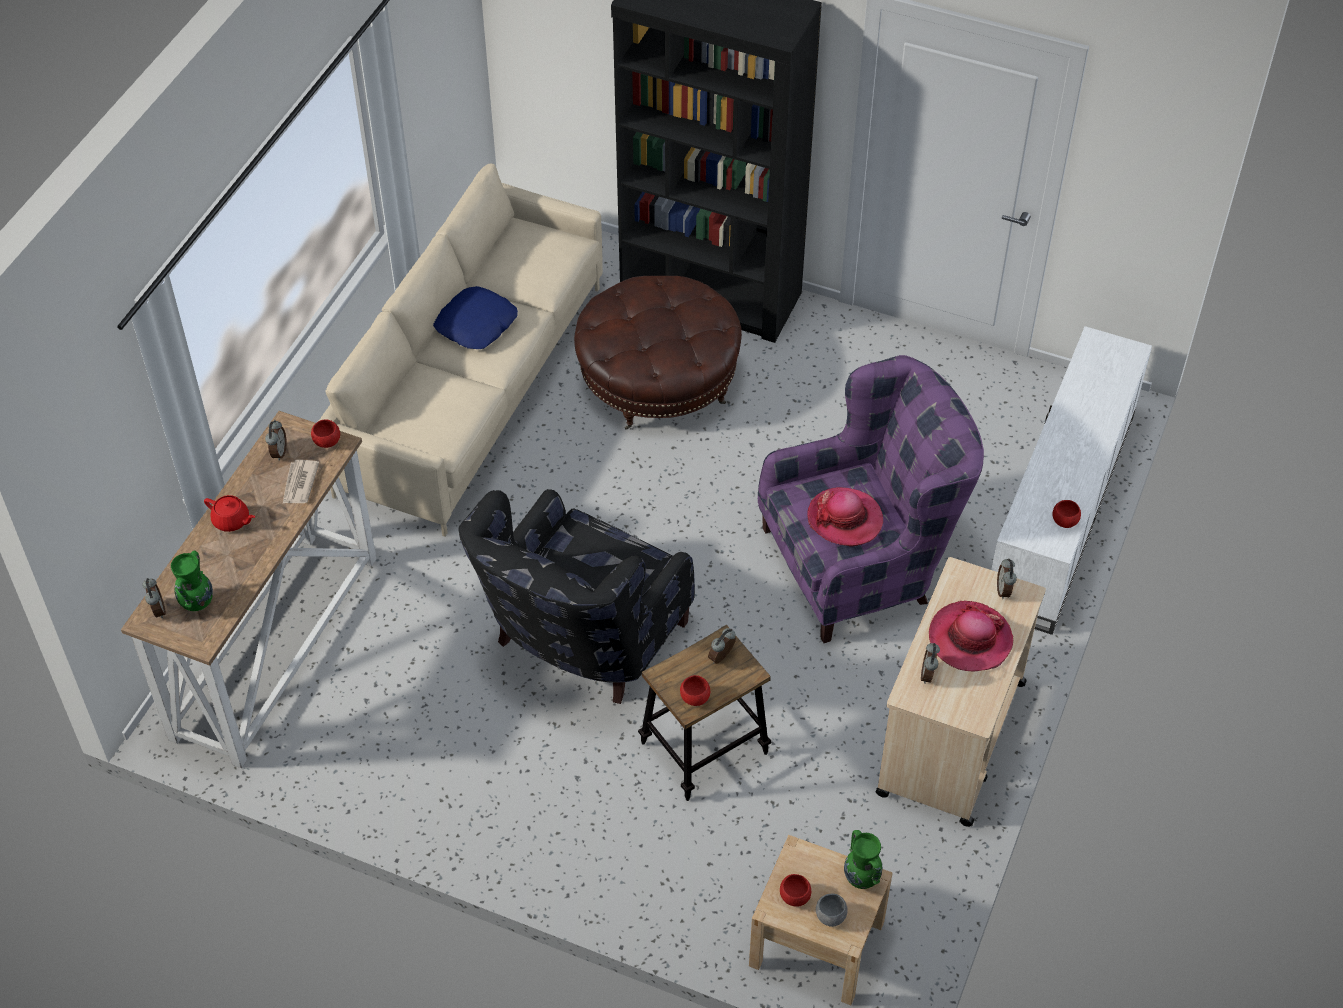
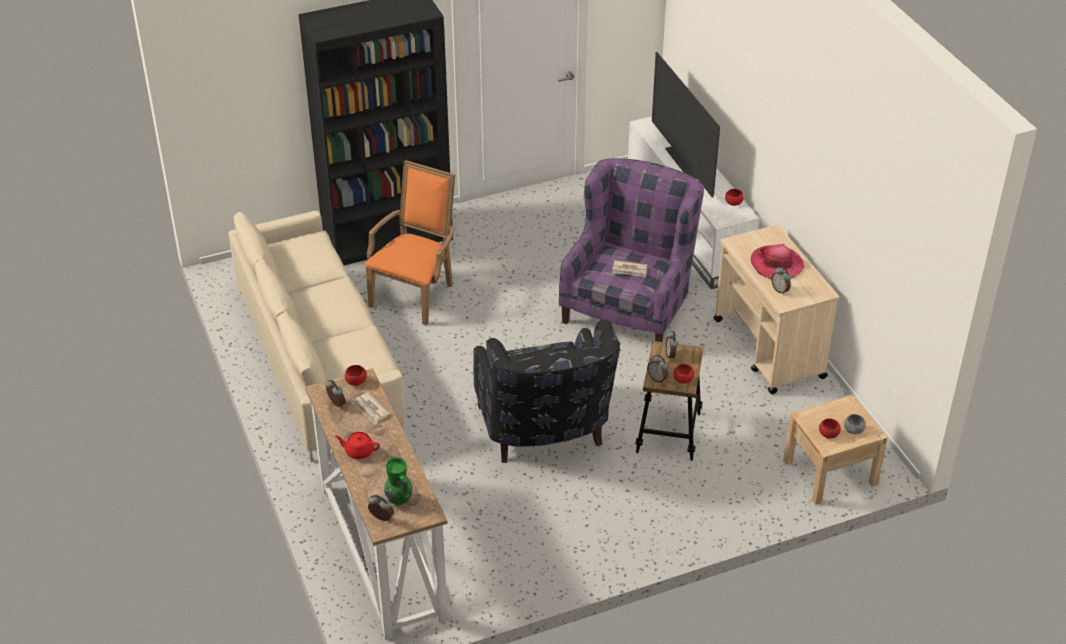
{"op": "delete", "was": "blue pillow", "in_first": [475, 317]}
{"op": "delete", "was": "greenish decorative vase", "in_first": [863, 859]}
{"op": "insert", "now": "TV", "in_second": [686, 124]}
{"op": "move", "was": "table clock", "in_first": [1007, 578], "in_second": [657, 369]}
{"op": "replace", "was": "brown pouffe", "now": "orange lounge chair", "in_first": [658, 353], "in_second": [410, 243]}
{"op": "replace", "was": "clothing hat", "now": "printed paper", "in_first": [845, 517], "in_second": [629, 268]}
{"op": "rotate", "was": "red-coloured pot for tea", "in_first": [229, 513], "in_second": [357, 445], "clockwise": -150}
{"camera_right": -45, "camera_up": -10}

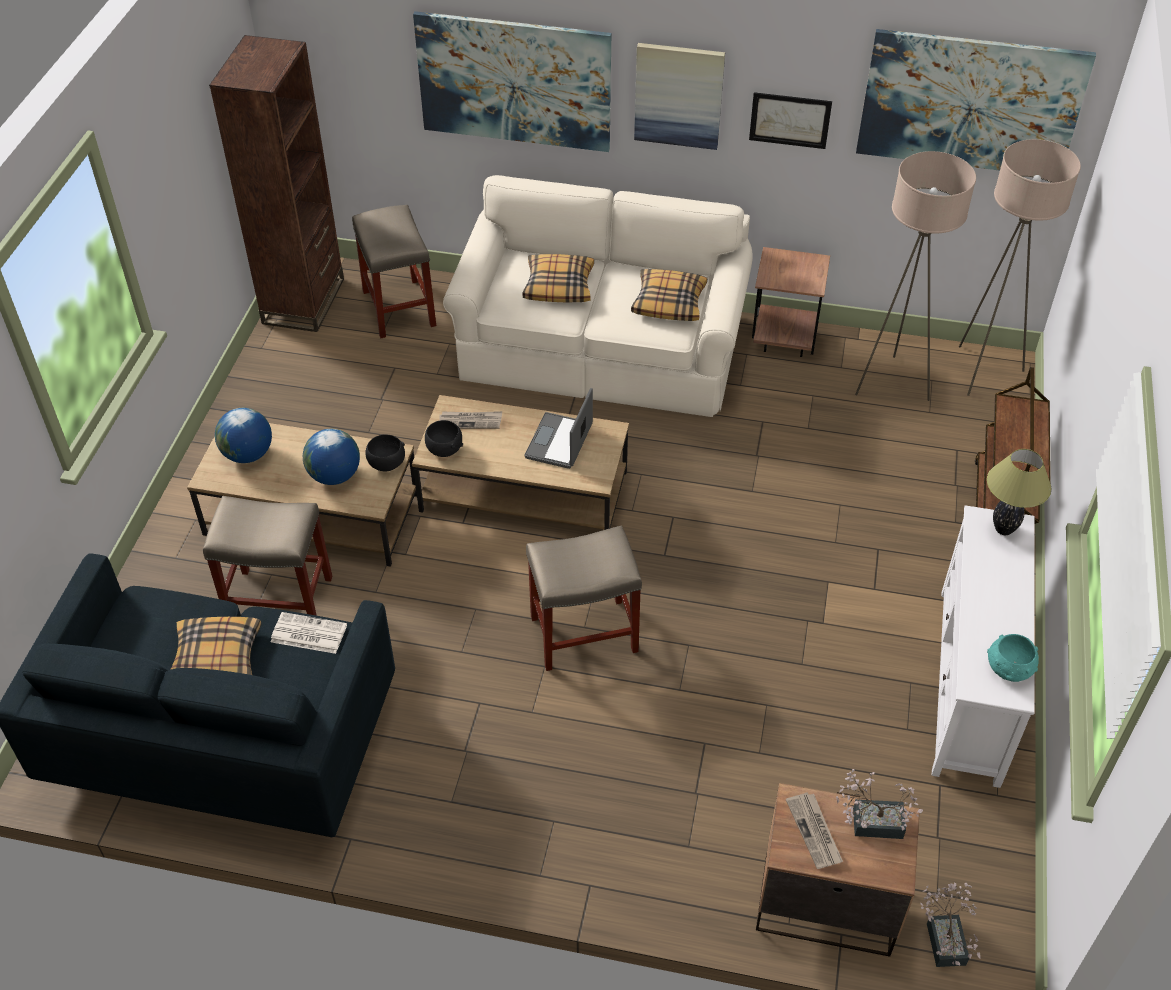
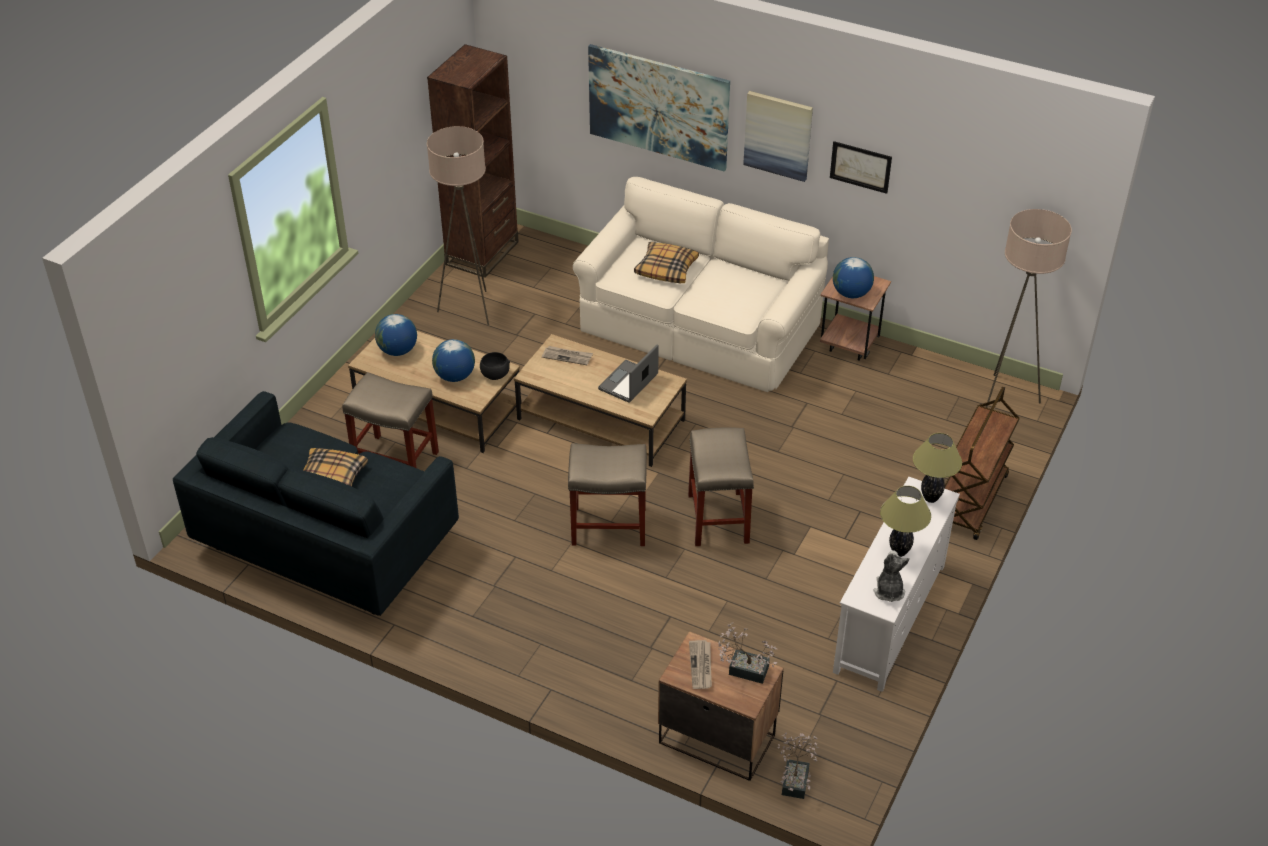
{"op": "delete", "was": "printed paper", "in_first": [309, 633]}
{"op": "delete", "was": "black serving bowl", "in_first": [444, 438]}
{"op": "delete", "was": "pillow", "in_first": [669, 295]}
{"op": "delete", "was": "wall picture", "in_first": [976, 99]}
{"op": "insert", "now": "globe", "in_second": [853, 277]}
{"op": "insert", "now": "tabletop lamp", "in_second": [905, 521]}
{"op": "move", "was": "beige-coloured stool", "in_first": [394, 271], "in_second": [721, 486]}
{"op": "move", "was": "beige-coloured floor lamp", "in_first": [915, 276], "in_second": [458, 225]}
{"op": "replace", "was": "turquoise serving bowl", "now": "cuddly toy", "in_first": [1013, 658], "in_second": [891, 576]}
{"camera_right": 15, "camera_up": -5}

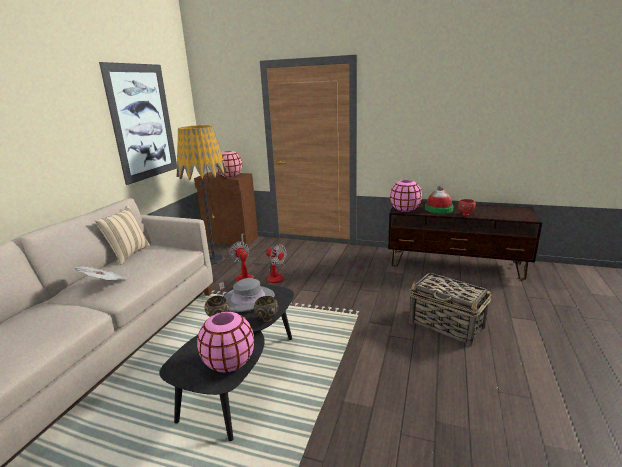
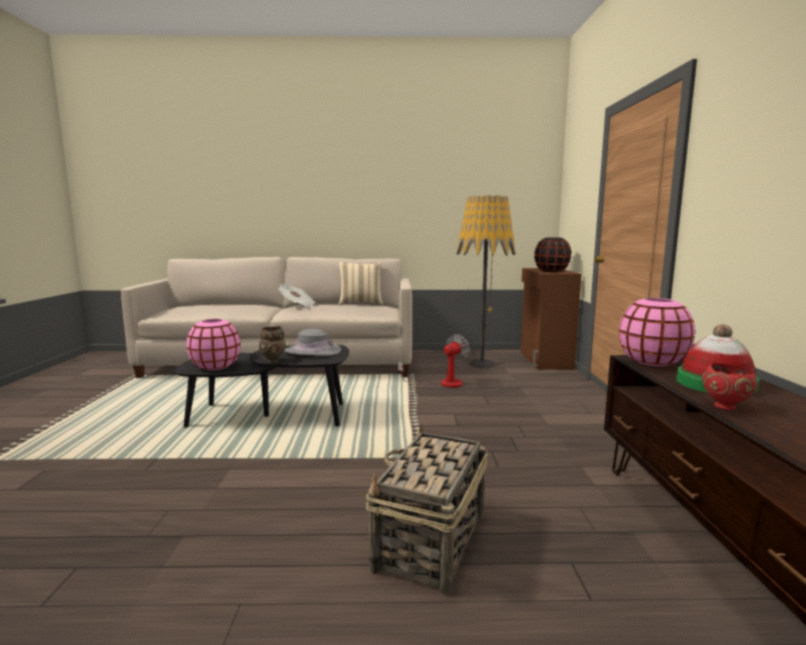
{"op": "delete", "was": "wall picture", "in_first": [138, 123]}
{"op": "delete", "was": "cooling fan", "in_first": [276, 264]}
{"op": "recolor", "was": "pink decorative vase", "now": "black decorative vase", "in_first": [229, 164], "in_second": [552, 254]}
{"camera_right": 70, "camera_up": -10}

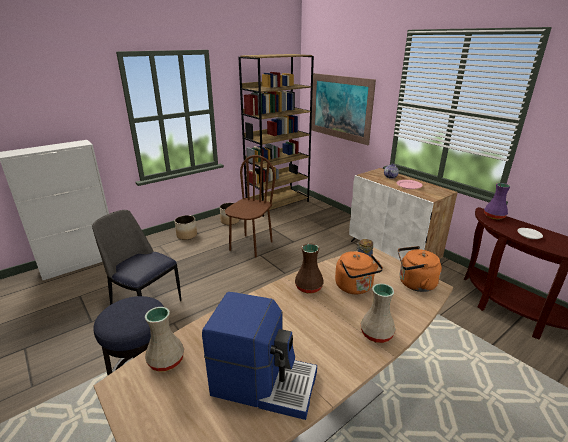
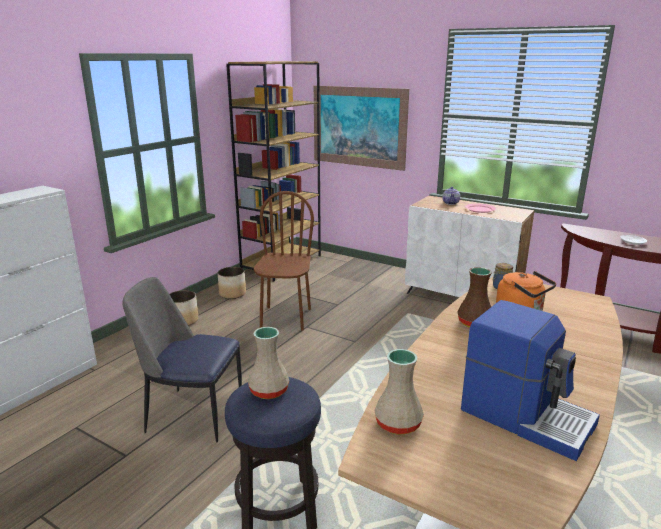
{"op": "delete", "was": "orange kettle", "in_first": [420, 269]}
{"op": "delete", "was": "purple-coloured decorative vase", "in_first": [497, 201]}
{"op": "move", "was": "beige-coloured decorative vase", "in_first": [378, 313], "in_second": [269, 363]}
{"op": "rotate", "was": "coffee maker", "in_first": [259, 356], "in_second": [530, 380], "clockwise": 45}
{"camera_right": -20, "camera_up": -5}

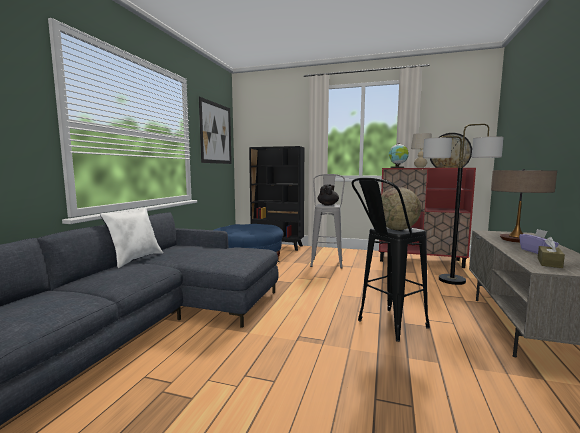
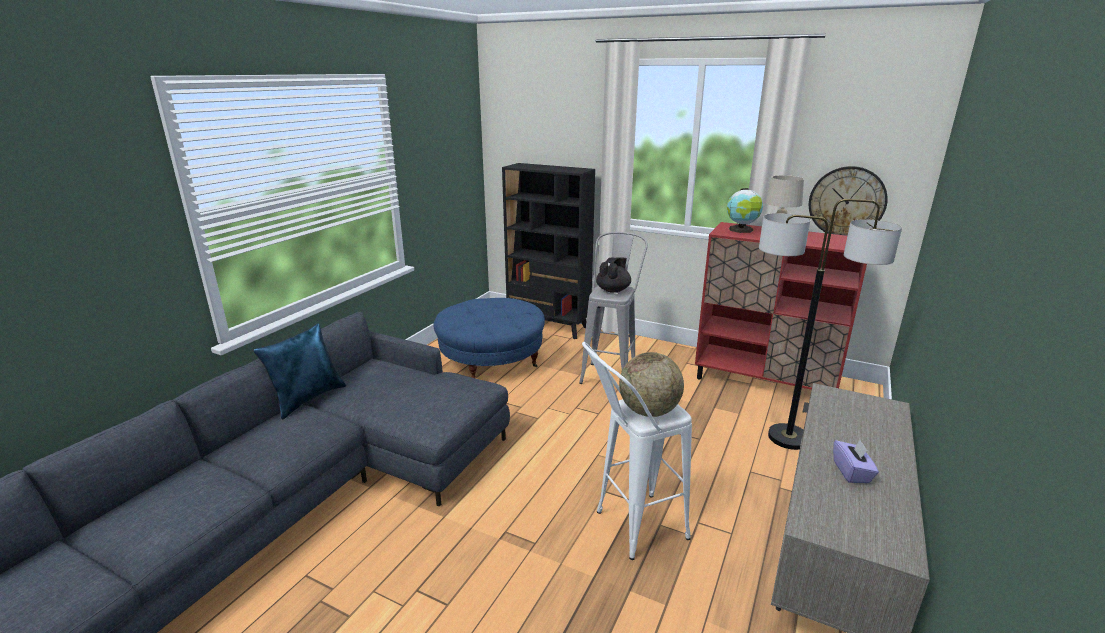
{"op": "delete", "was": "wall picture", "in_first": [215, 130]}
{"op": "delete", "was": "tabletop lamp", "in_first": [524, 206]}
{"op": "delete", "was": "brown tissue box", "in_first": [551, 252]}
{"op": "recolor", "was": "whitish pillow", "now": "blue pillow", "in_first": [131, 237], "in_second": [299, 371]}
{"op": "recolor", "was": "black stool", "now": "whitish stool", "in_first": [390, 260], "in_second": [637, 451]}
{"camera_right": 10, "camera_up": 15}

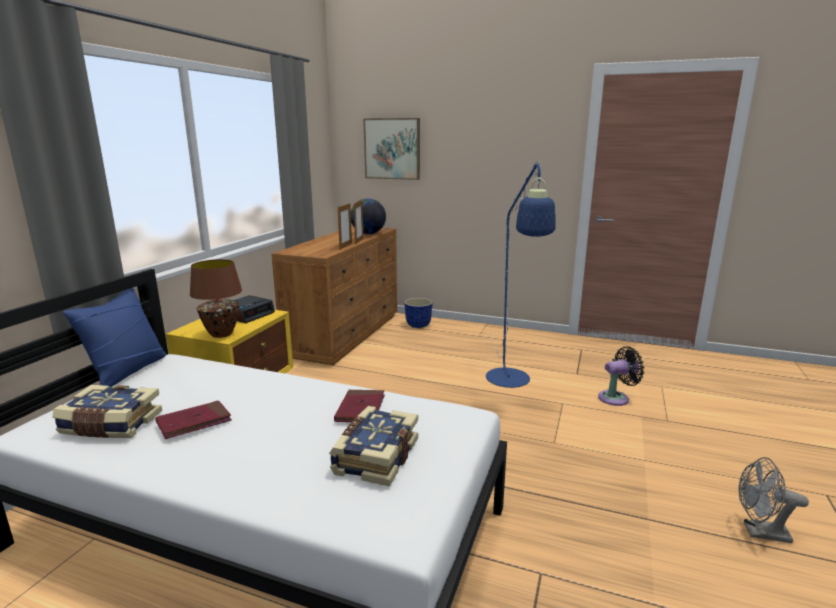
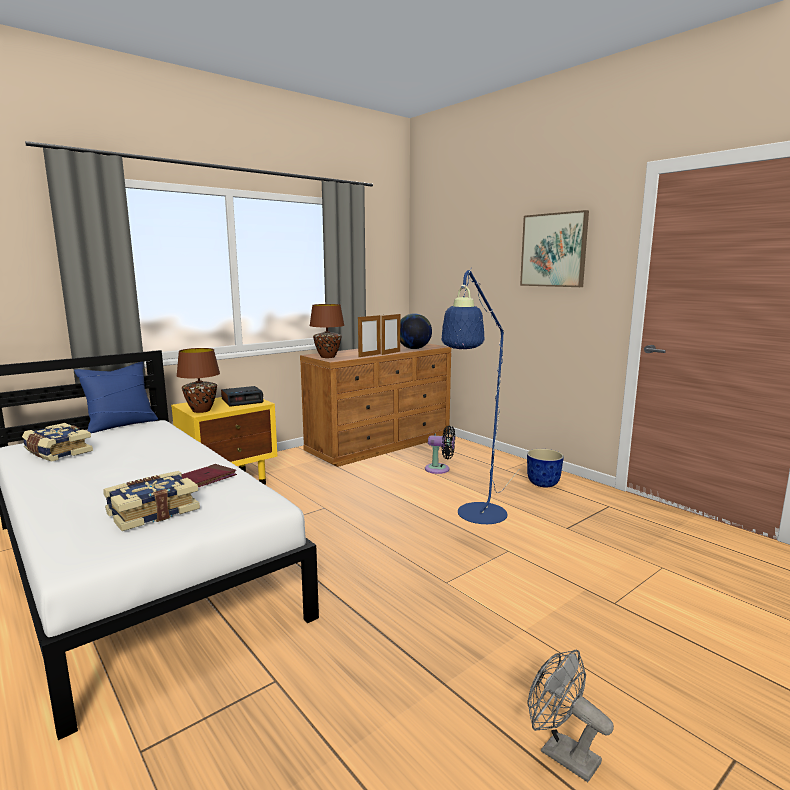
{"op": "delete", "was": "red-coloured book", "in_first": [193, 419]}
{"op": "insert", "now": "brown tabletop lamp", "in_second": [327, 331]}
{"op": "move", "was": "wall picture", "in_first": [391, 149], "in_second": [554, 248]}
{"op": "move", "was": "plant pot", "in_first": [418, 313], "in_second": [545, 468]}
{"op": "move", "was": "black cooling fan", "in_first": [621, 376], "in_second": [440, 449]}
{"camera_right": 30, "camera_up": -5}

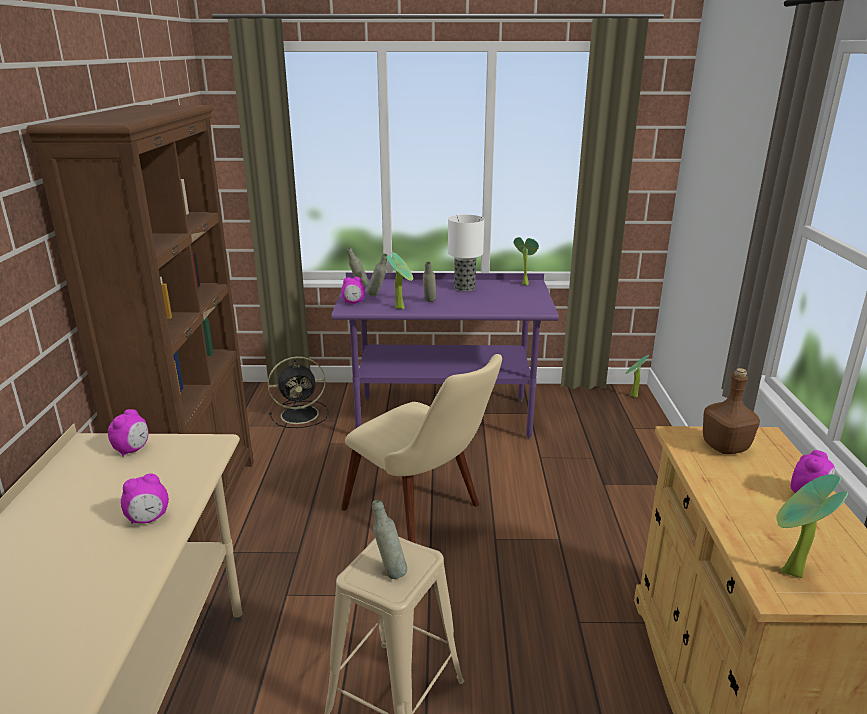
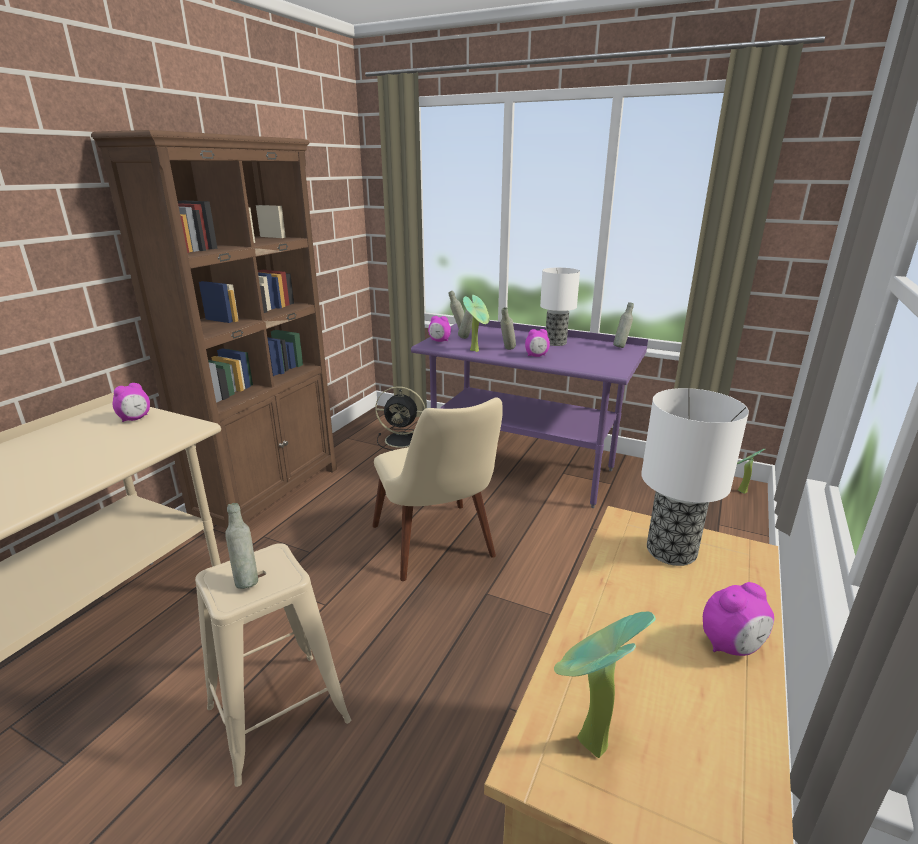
{"op": "move", "was": "table clock", "in_first": [145, 499], "in_second": [537, 343]}
{"op": "replace", "was": "potted plant", "now": "grey beverage bottle", "in_first": [526, 261], "in_second": [623, 325]}
{"op": "replace", "was": "brown beverage bottle", "now": "tabletop lamp", "in_first": [731, 411], "in_second": [695, 477]}
{"camera_right": 25, "camera_up": 0}

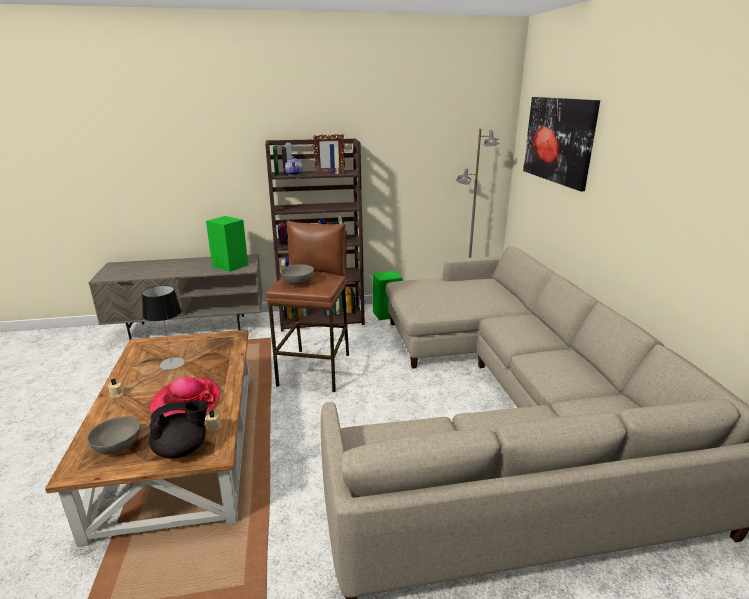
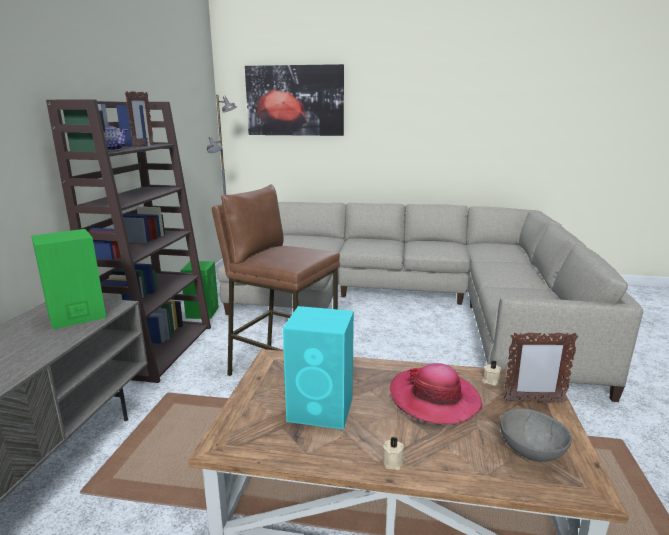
{"op": "delete", "was": "grey serving bowl", "in_first": [297, 274]}
{"op": "replace", "was": "tabletop lamp", "now": "turquoise loudspeaker", "in_first": [163, 327], "in_second": [318, 367]}
{"op": "replace", "was": "black pot for tea", "now": "picture frame", "in_first": [178, 429], "in_second": [541, 367]}
{"camera_right": -70, "camera_up": -5}

